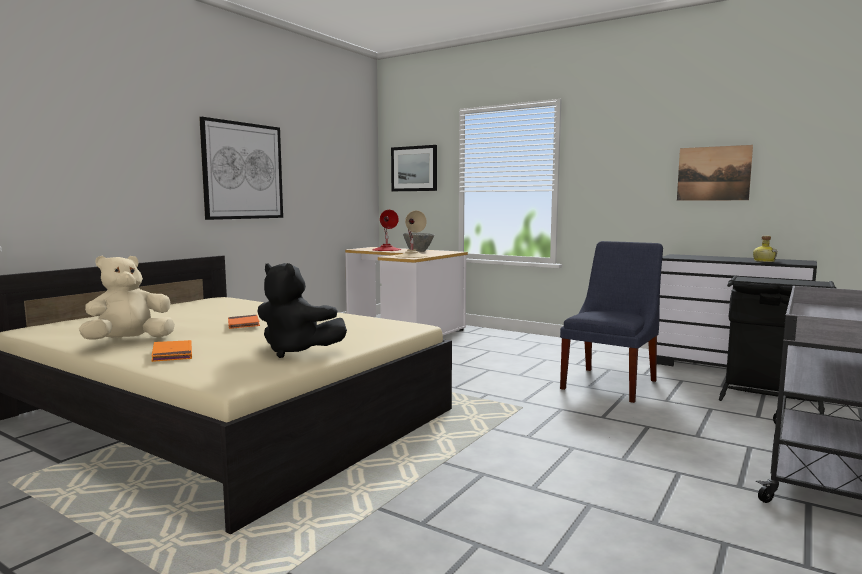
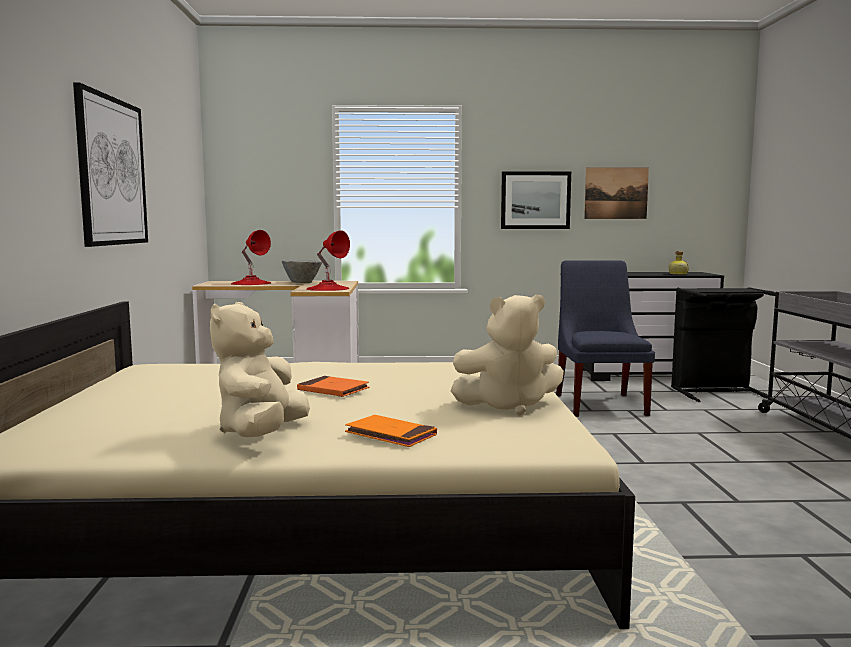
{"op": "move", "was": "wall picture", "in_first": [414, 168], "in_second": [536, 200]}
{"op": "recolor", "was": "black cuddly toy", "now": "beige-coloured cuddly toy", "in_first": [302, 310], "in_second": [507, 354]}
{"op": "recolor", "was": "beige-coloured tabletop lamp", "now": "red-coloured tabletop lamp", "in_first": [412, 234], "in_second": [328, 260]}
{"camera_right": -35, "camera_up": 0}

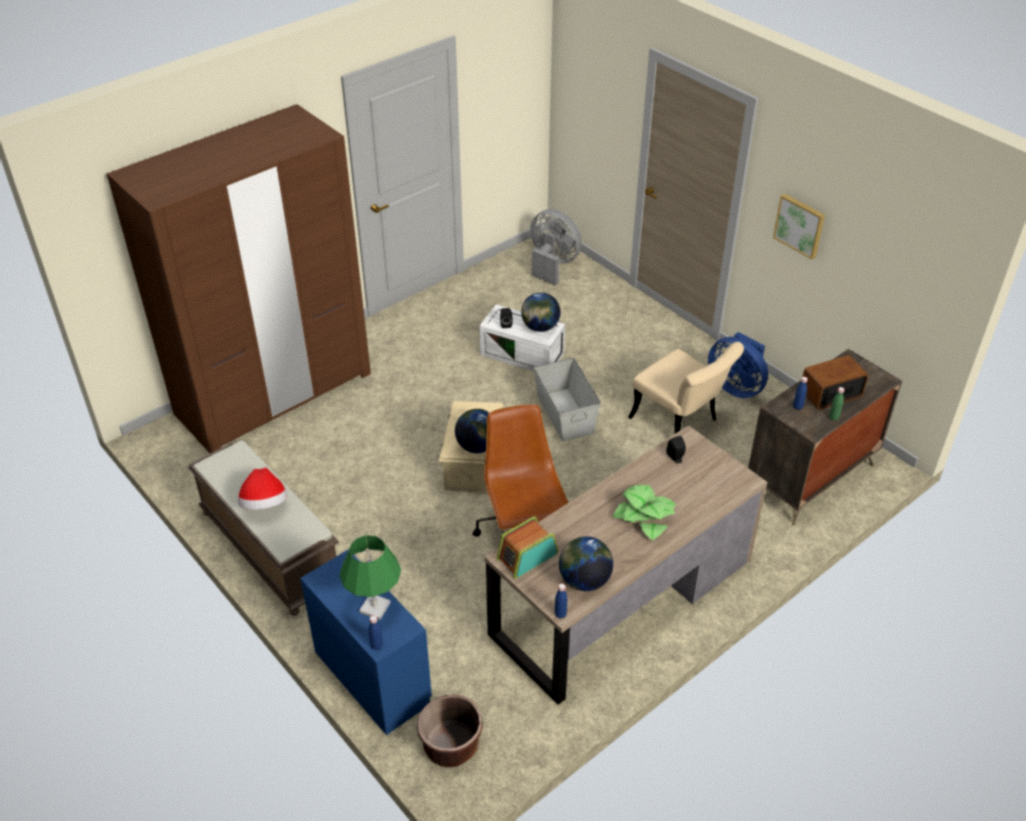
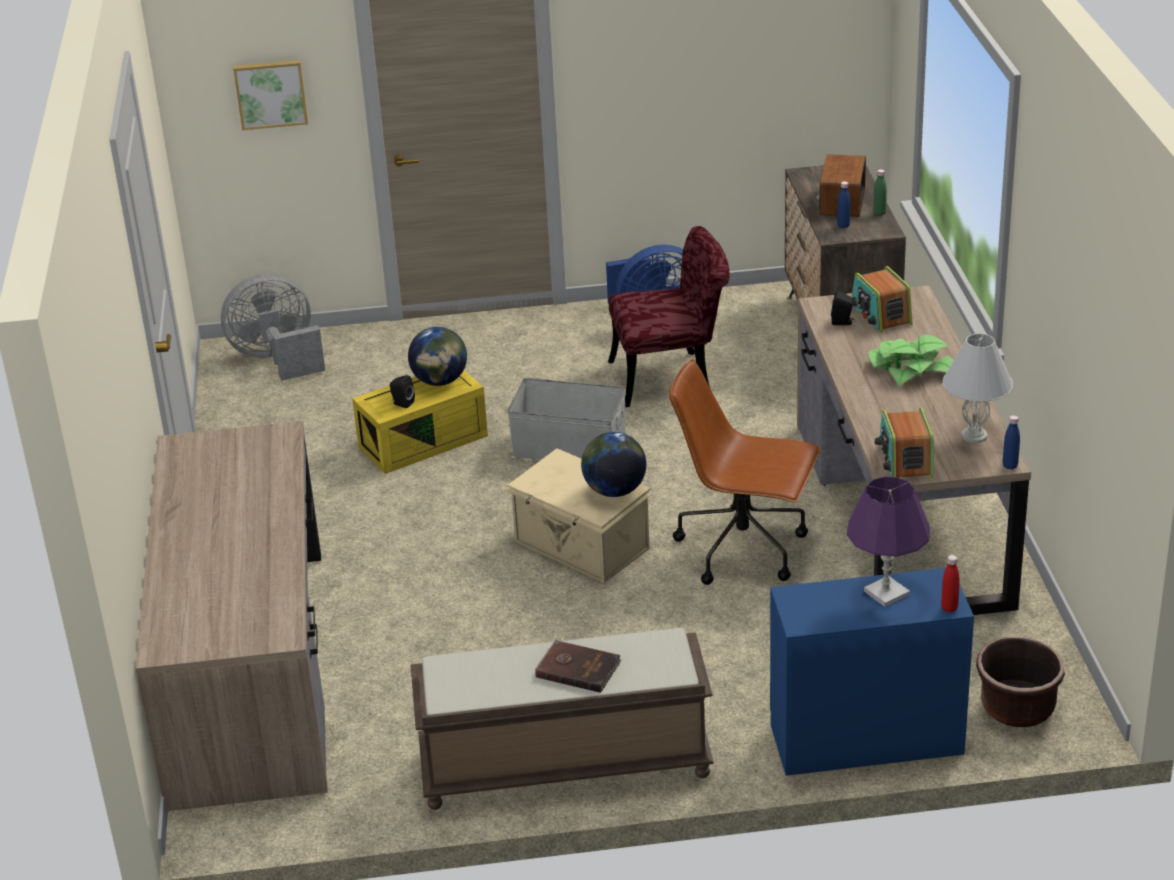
{"op": "insert", "now": "radio set", "in_second": [882, 299]}
{"op": "move", "was": "wall picture", "in_first": [799, 227], "in_second": [270, 95]}
{"op": "replace", "was": "brown clothes cupboard", "now": "brown desk table", "in_first": [239, 278], "in_second": [231, 616]}
{"op": "replace", "was": "clothing hat", "now": "brown book", "in_first": [262, 489], "in_second": [578, 666]}
{"op": "replace", "was": "globe", "now": "whitish tabletop lamp", "in_first": [586, 563], "in_second": [978, 388]}
{"op": "recolor", "was": "greenish tabletop lamp", "now": "purple-coloured tabletop lamp", "in_first": [370, 577], "in_second": [888, 542]}
{"op": "recolor", "was": "blue beverage bottle", "now": "red-coloured beverage bottle", "in_first": [376, 632], "in_second": [950, 583]}
{"op": "recolor", "was": "whitish storage box", "now": "yellowish storage box", "in_first": [522, 338], "in_second": [420, 422]}
{"op": "recolor", "was": "beige-coloured upright chair", "now": "red-coloured upright chair", "in_first": [686, 388], "in_second": [669, 316]}
{"camera_right": -55, "camera_up": -10}

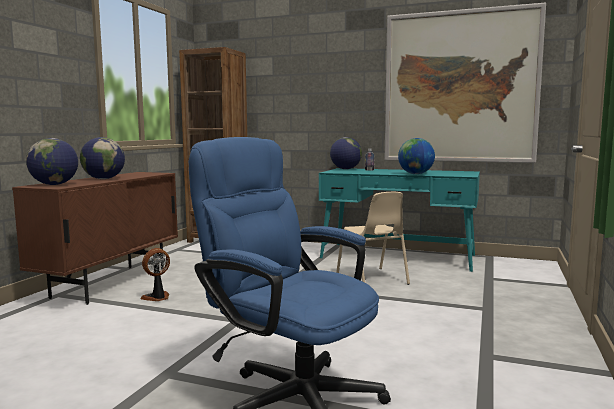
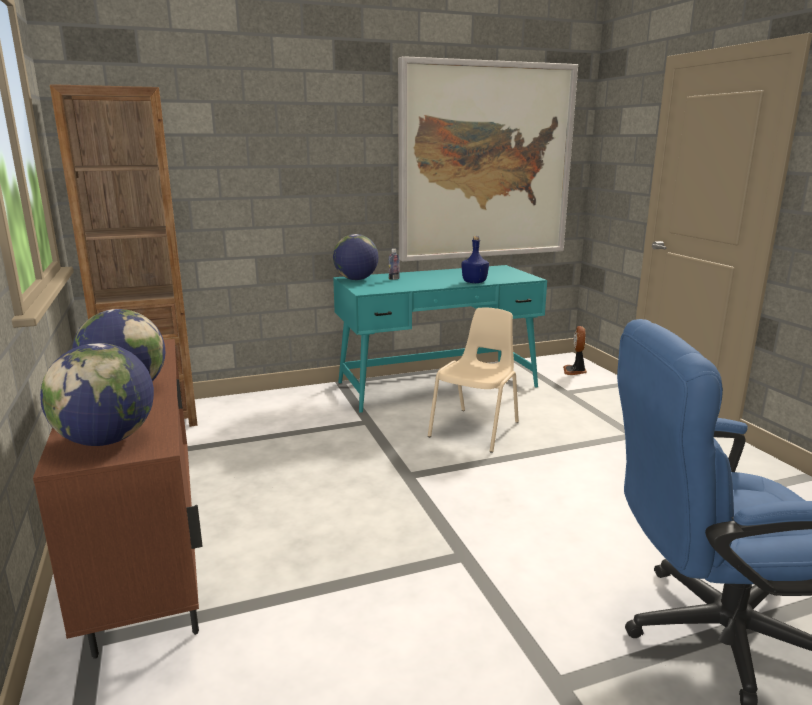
{"op": "move", "was": "cooling fan", "in_first": [155, 274], "in_second": [575, 350]}
{"op": "replace", "was": "globe", "now": "blue beverage bottle", "in_first": [416, 156], "in_second": [475, 259]}
{"op": "rotate", "was": "beige-coloured upright chair", "in_first": [373, 238], "in_second": [473, 380], "clockwise": -90}
{"camera_right": -40, "camera_up": 10}

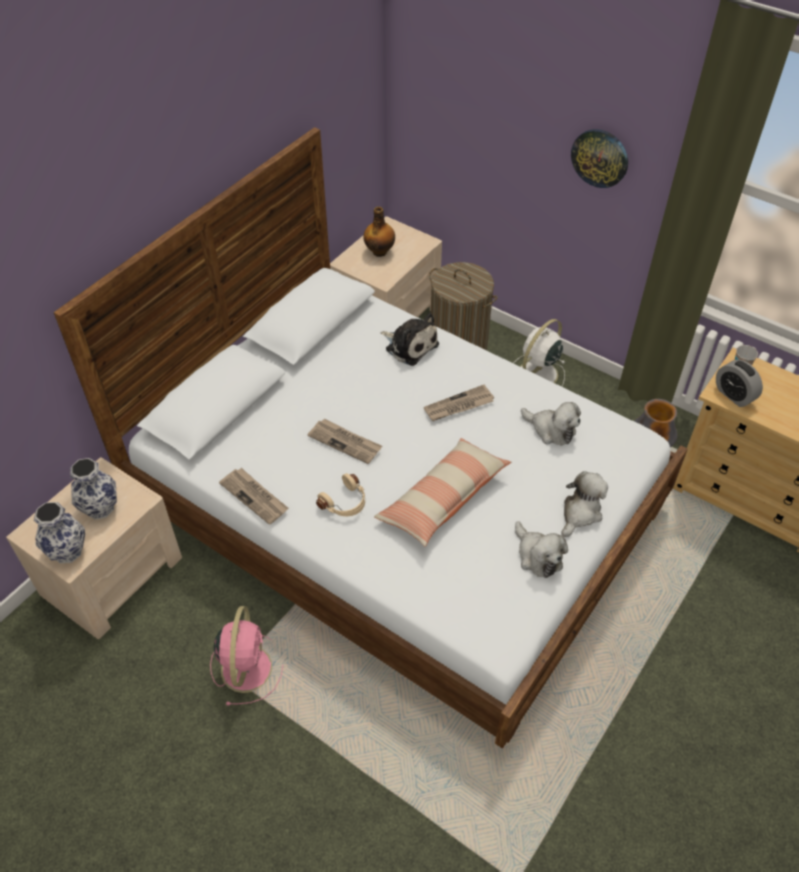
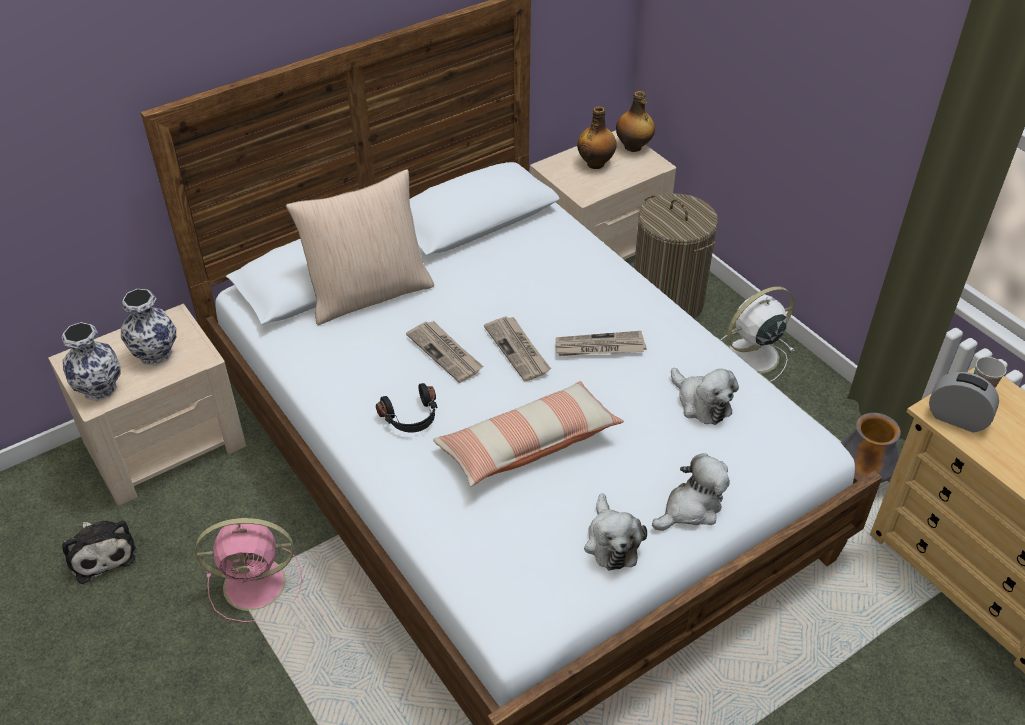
{"op": "delete", "was": "clock on the wall", "in_first": [599, 158]}
{"op": "insert", "now": "beige-coloured pillow", "in_second": [360, 247]}
{"op": "insert", "now": "beverage bottle", "in_second": [635, 121]}
{"op": "move", "was": "printed paper", "in_first": [253, 496], "in_second": [517, 348]}
{"op": "move", "was": "cuddly toy", "in_first": [409, 339], "in_second": [99, 552]}
{"op": "recolor", "was": "beige-coloured pair of headphones", "now": "black pair of headphones", "in_first": [340, 494], "in_second": [407, 408]}
{"op": "rotate", "was": "pink cooling fan", "in_first": [246, 656], "in_second": [248, 570], "clockwise": 60}
{"op": "rotate", "was": "table clock", "in_first": [739, 383], "in_second": [964, 402], "clockwise": 135}
{"camera_right": 20, "camera_up": -5}

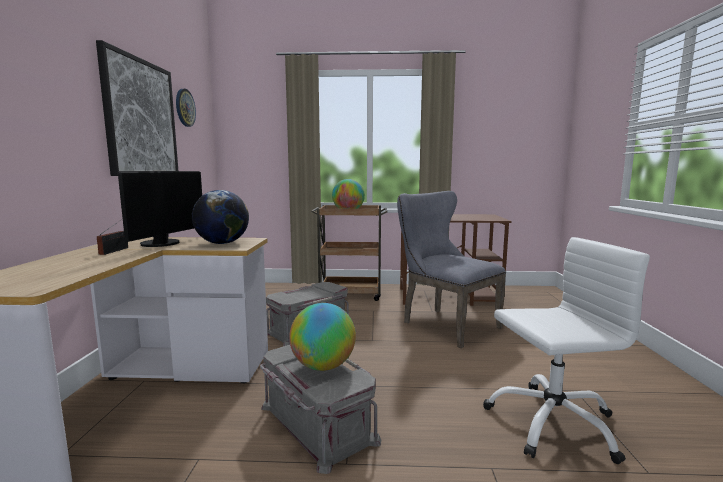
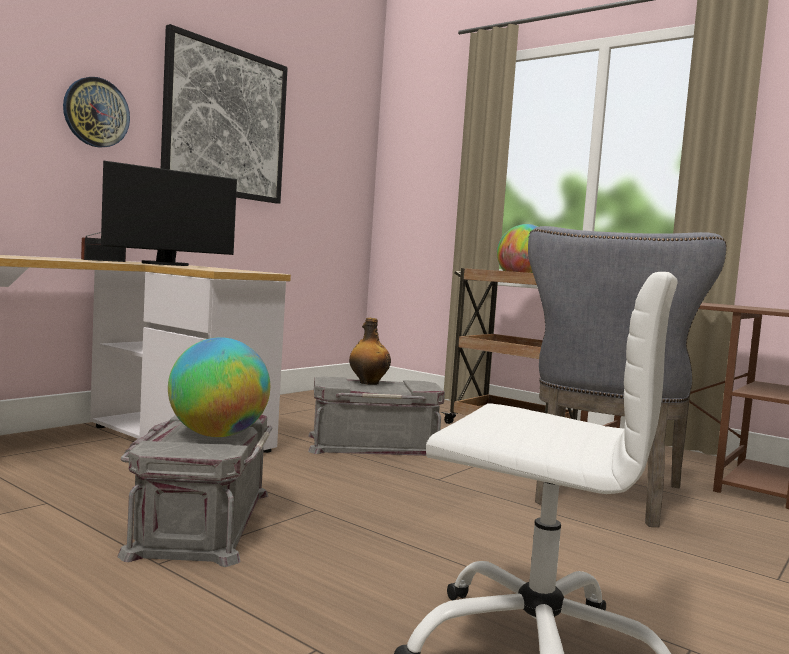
{"op": "delete", "was": "globe", "in_first": [220, 217]}
{"op": "insert", "now": "beverage bottle", "in_second": [370, 351]}
{"op": "move", "was": "clock on the wall", "in_first": [186, 108], "in_second": [96, 112]}
{"op": "rotate", "was": "grey upright chair", "in_first": [451, 269], "in_second": [627, 376], "clockwise": -150}
{"camera_right": 35, "camera_up": -5}

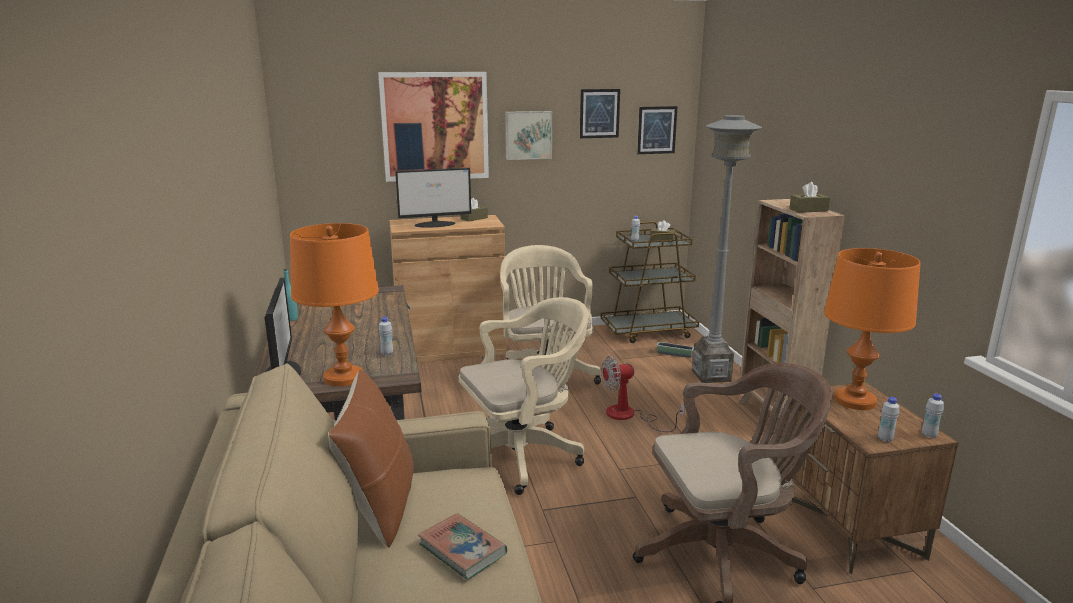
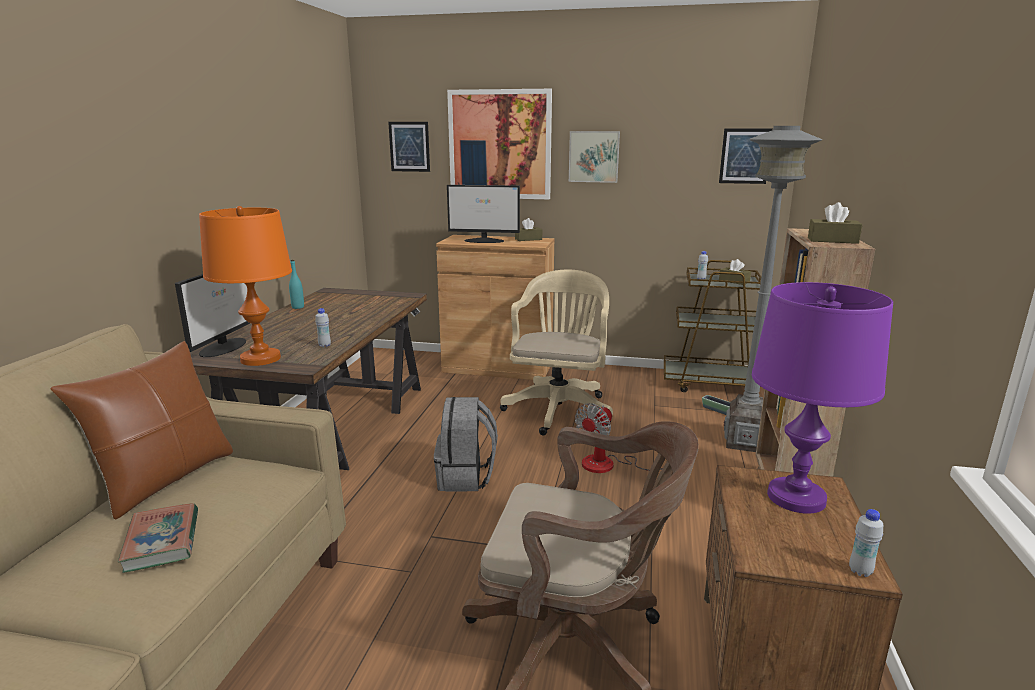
{"op": "delete", "was": "whitish beverage bottle", "in_first": [888, 419]}
{"op": "move", "was": "wall picture", "in_first": [600, 113], "in_second": [409, 147]}
{"op": "replace", "was": "beige-coloured desk chair", "now": "grey rucksack", "in_first": [523, 396], "in_second": [466, 444]}
{"op": "recolor", "was": "orange tabletop lamp", "now": "purple-coloured tabletop lamp", "in_first": [872, 329], "in_second": [822, 398]}
{"op": "rotate", "was": "cooling fan", "in_first": [643, 394], "in_second": [619, 438], "clockwise": -60}
{"camera_right": 25, "camera_up": 0}

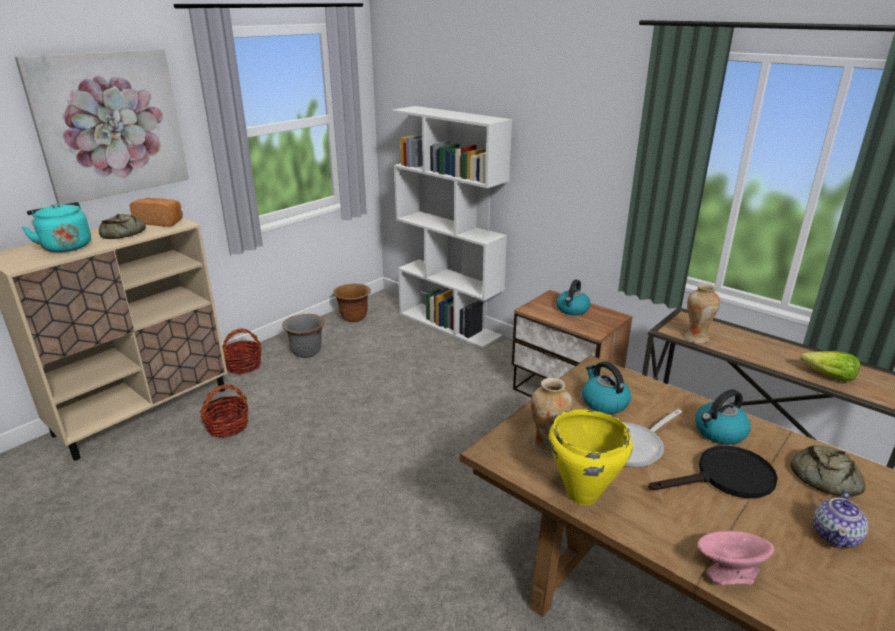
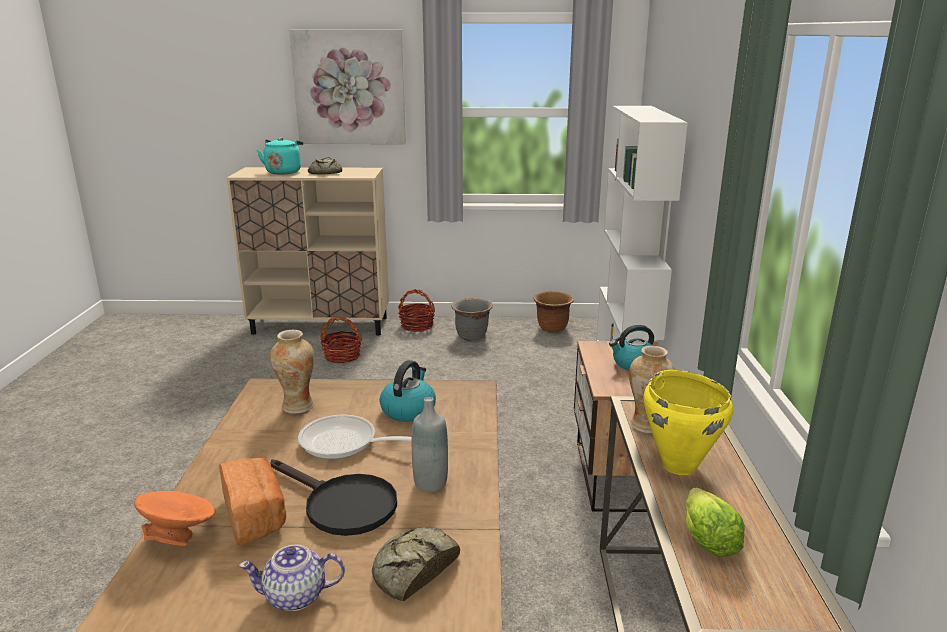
{"op": "move", "was": "bread", "in_first": [156, 212], "in_second": [252, 501]}
{"op": "move", "was": "yellowish cooking pot", "in_first": [591, 457], "in_second": [688, 422]}
{"op": "replace", "was": "kettle", "now": "grey beverage bottle", "in_first": [723, 417], "in_second": [430, 444]}
{"op": "recolor", "was": "pink serving bowl", "now": "orange serving bowl", "in_first": [735, 558], "in_second": [174, 518]}
{"camera_right": 50, "camera_up": -5}

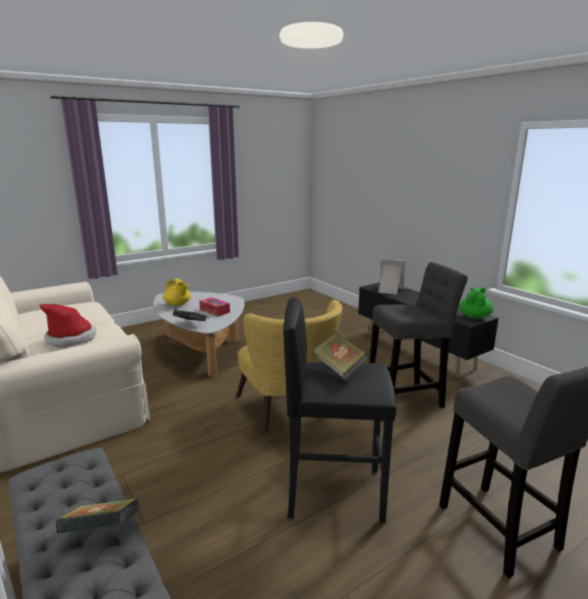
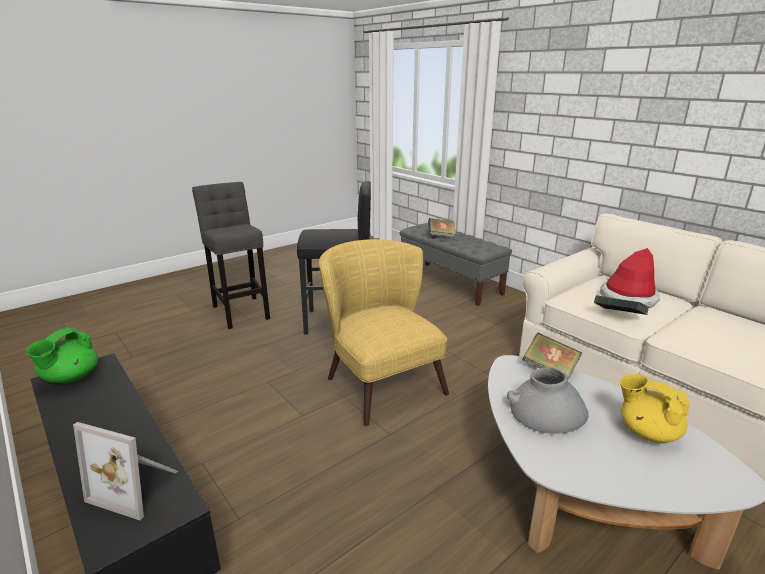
{"op": "delete", "was": "grey stool", "in_first": [418, 335]}
{"op": "move", "was": "book", "in_first": [341, 356], "in_second": [621, 305]}
{"op": "replace", "was": "tissue box", "now": "grey decorative vase", "in_first": [214, 307], "in_second": [548, 400]}
{"camera_right": 175, "camera_up": 5}

